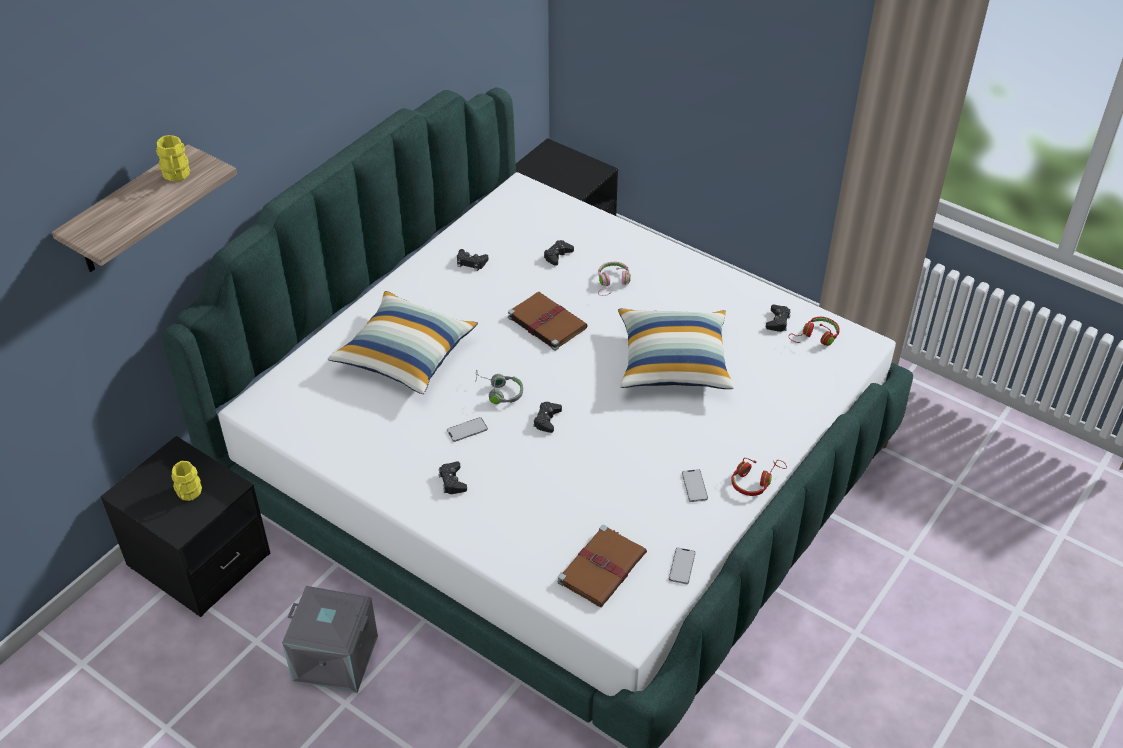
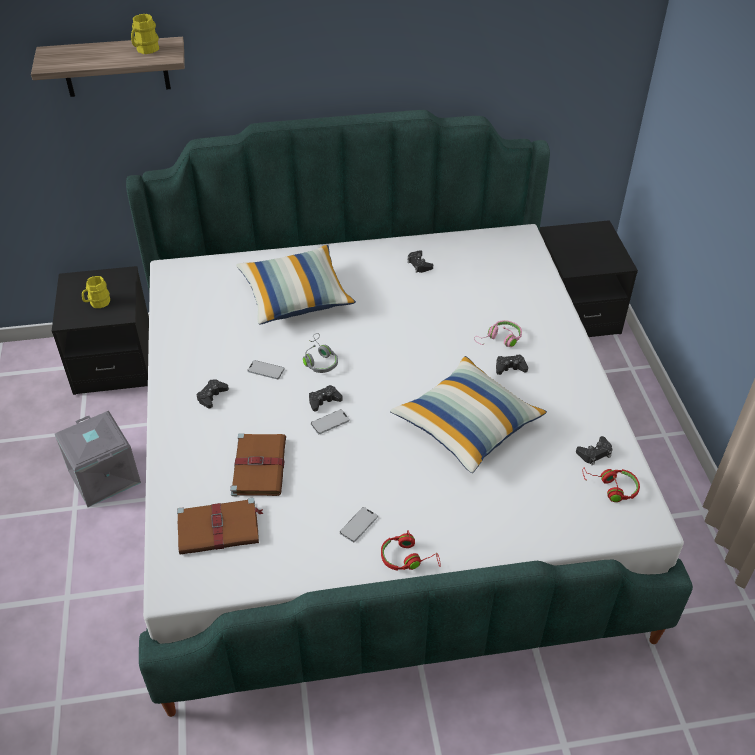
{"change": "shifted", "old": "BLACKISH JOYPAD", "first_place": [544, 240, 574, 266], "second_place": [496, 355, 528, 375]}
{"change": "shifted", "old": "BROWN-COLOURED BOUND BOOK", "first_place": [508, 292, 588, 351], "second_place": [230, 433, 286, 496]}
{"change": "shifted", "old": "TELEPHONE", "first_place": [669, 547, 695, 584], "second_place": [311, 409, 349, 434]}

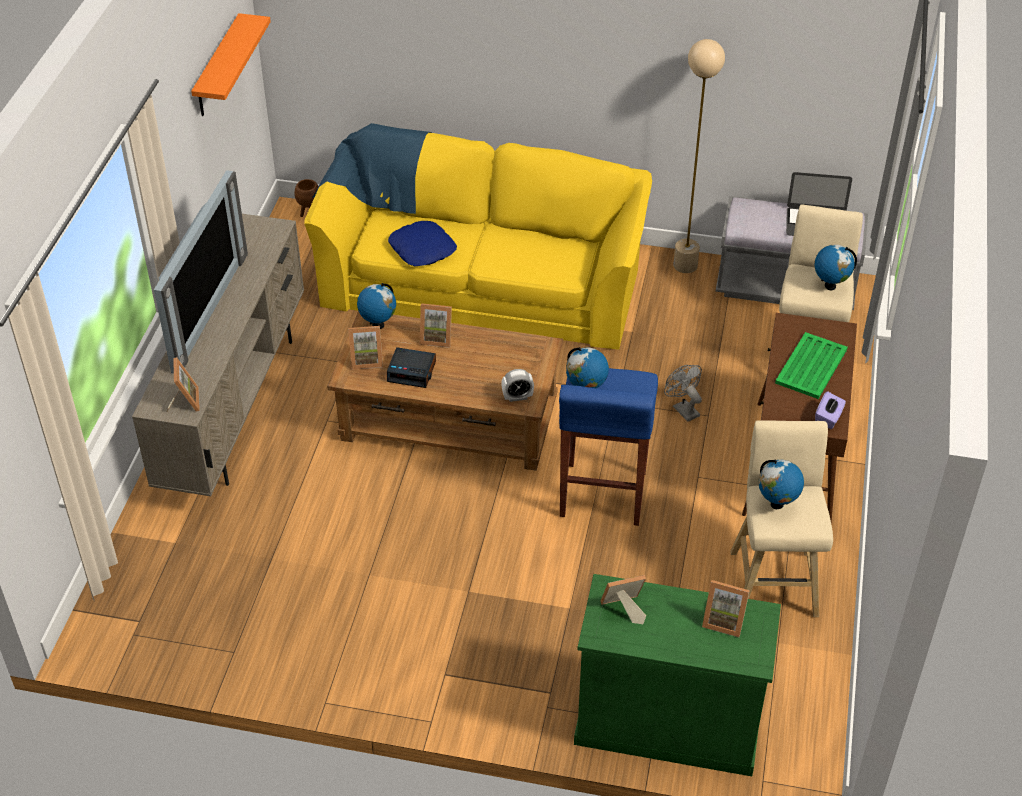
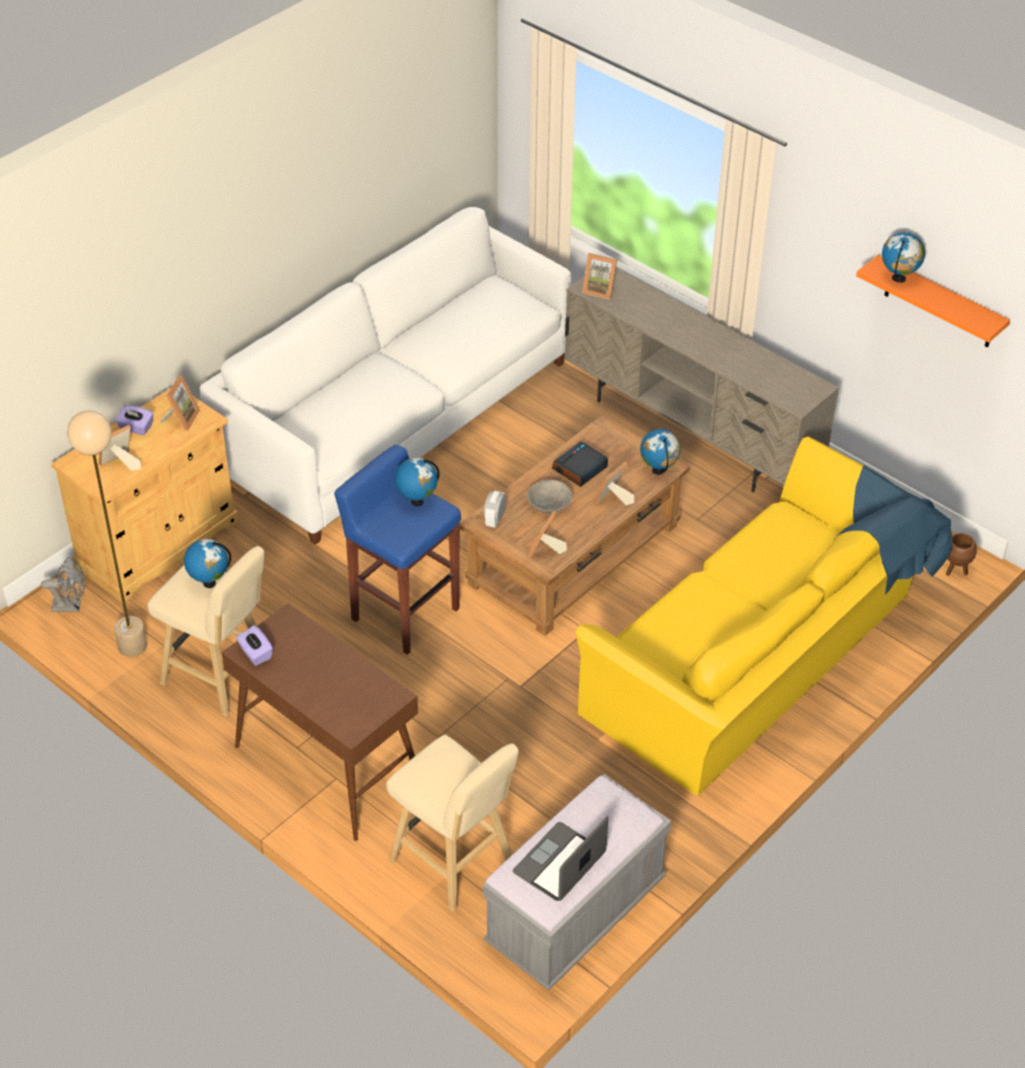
{"change": "shifted", "old": "BEIGE-COLOURED STANDARD LAMP", "first_place": [673, 39, 725, 273], "second_place": [67, 410, 147, 657]}
{"change": "gone", "old": "TV", "first_place": [154, 170, 248, 374]}
{"change": "gone", "old": "BLUISH PILLOW", "first_place": [388, 221, 457, 266]}
{"change": "shifted", "old": "GLOBE", "first_place": [815, 244, 857, 290], "second_place": [882, 232, 925, 283]}
{"change": "shifted", "old": "PHOTO FRAME", "first_place": [348, 326, 383, 370], "second_place": [526, 510, 567, 559]}
{"change": "gone", "old": "GREEN TRAY", "first_place": [775, 332, 848, 399]}
{"change": "shifted", "old": "GRAY ELECTRIC FAN", "first_place": [664, 365, 702, 422], "second_place": [41, 557, 85, 612]}
{"change": "repainted", "old": "GREEN STORAGE CABINET", "new": "BEIGE-COLOURED STORAGE CABINET", "first_place": [574, 574, 781, 776], "second_place": [51, 388, 239, 602]}
{"change": "new", "new": "WHITE SETTEE", "second_place": [200, 207, 571, 545]}
{"change": "new", "new": "PURPLE-COLOURED BOX OF TISSUES", "second_place": [115, 405, 154, 435]}
{"change": "new", "new": "GRAY DEEP DISH", "second_place": [527, 480, 572, 513]}

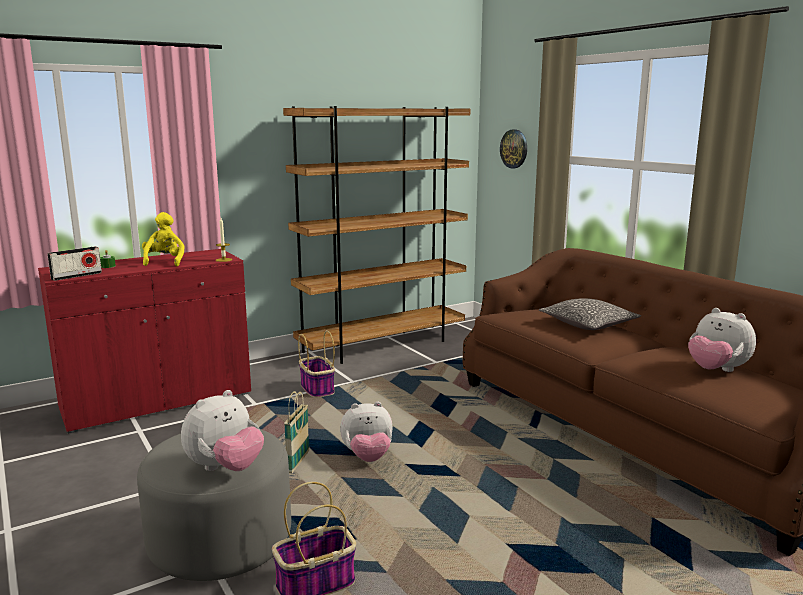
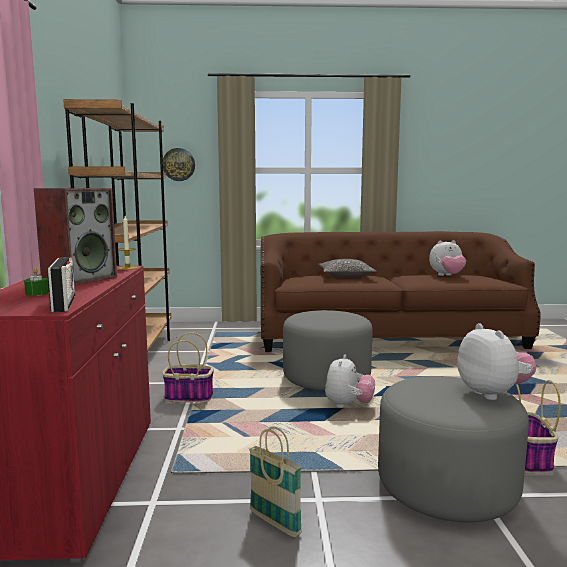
{"change": "swapped", "old": "YELLOWISH CUDDLY TOY", "new": "SPEAKER", "first_place": [142, 212, 185, 266], "second_place": [34, 188, 117, 286]}
{"change": "shifted", "old": "HOUSEHOLD BASKET", "first_place": [284, 391, 310, 473], "second_place": [249, 427, 302, 537]}
{"change": "new", "new": "GRAY FOOTREST", "second_place": [283, 310, 373, 391]}

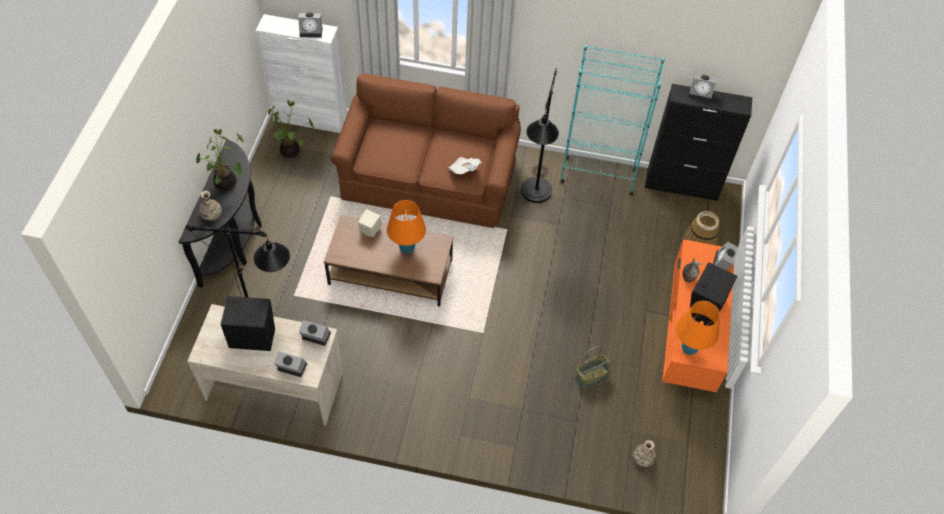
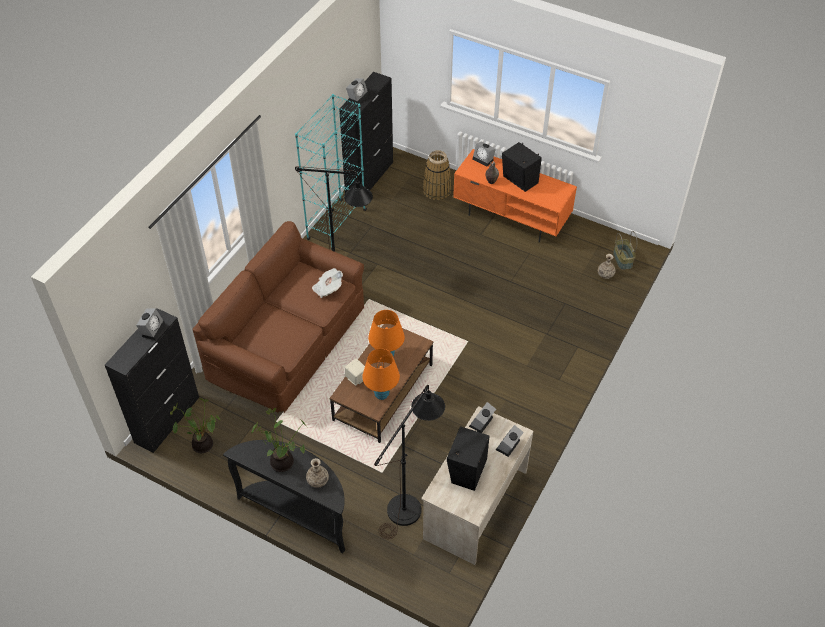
{"change": "repainted", "old": "WHITE STORAGE CABINET", "new": "BLACKISH STORAGE CABINET", "first_place": [256, 14, 347, 133], "second_place": [105, 308, 199, 453]}
{"change": "shifted", "old": "ORANGE-COLOURED LAMP FOR A TABLE", "first_place": [676, 301, 720, 355], "second_place": [362, 348, 400, 400]}
{"change": "shifted", "old": "HOUSEHOLD BASKET", "first_place": [575, 346, 612, 389], "second_place": [613, 231, 637, 270]}

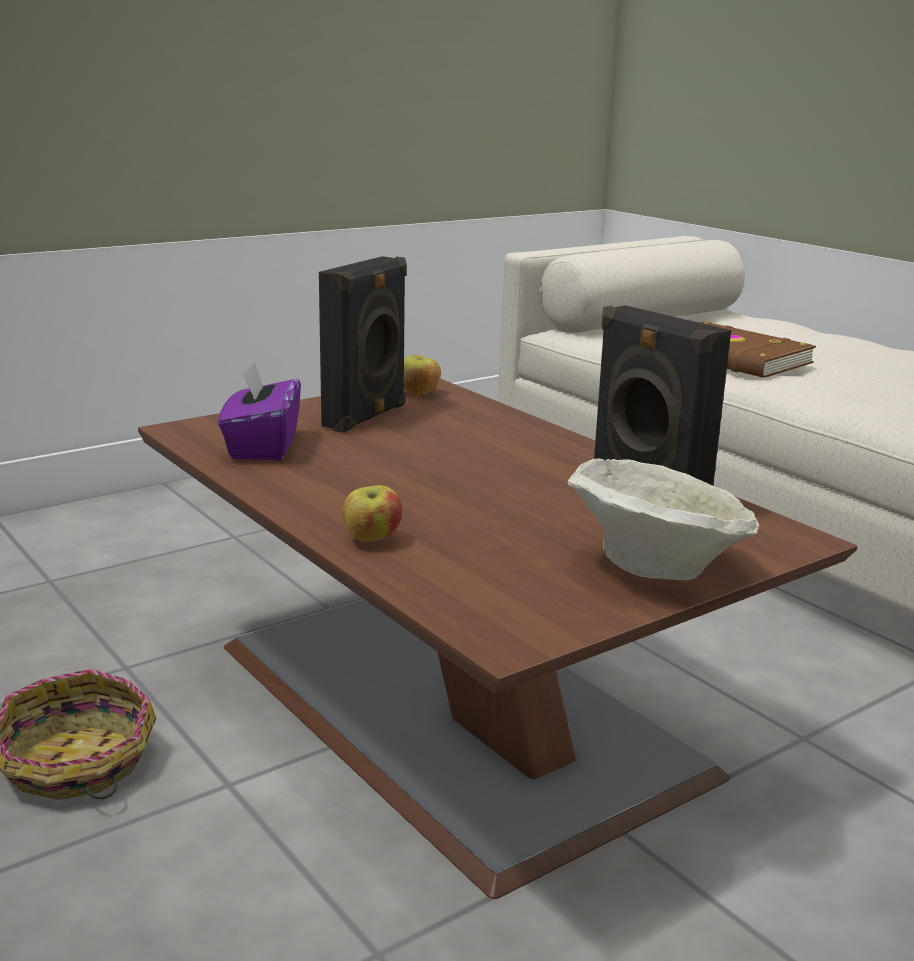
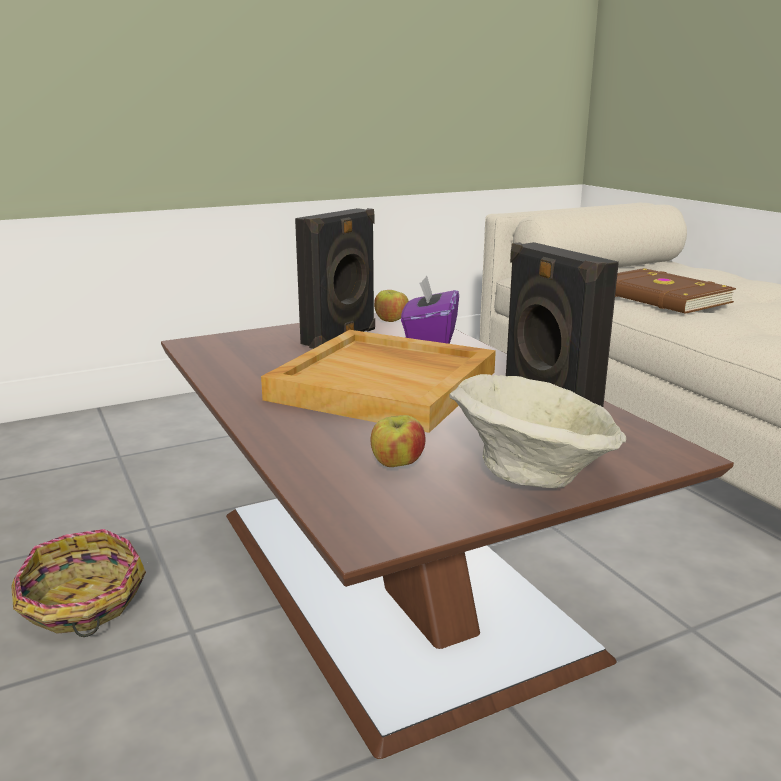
{"change": "shifted", "old": "PURPLE-COLOURED BOX OF TISSUES", "first_place": [218, 361, 301, 460], "second_place": [401, 275, 459, 344]}
{"change": "shifted", "old": "APPLE FRUIT", "first_place": [343, 485, 402, 542], "second_place": [371, 415, 425, 467]}
{"change": "new", "new": "BEIGE-COLOURED TRAY", "second_place": [261, 330, 496, 433]}

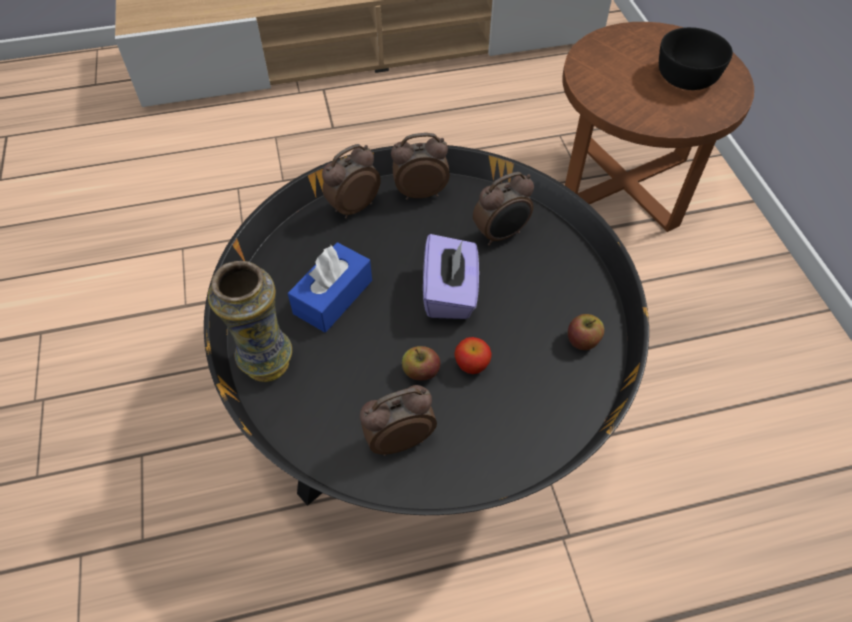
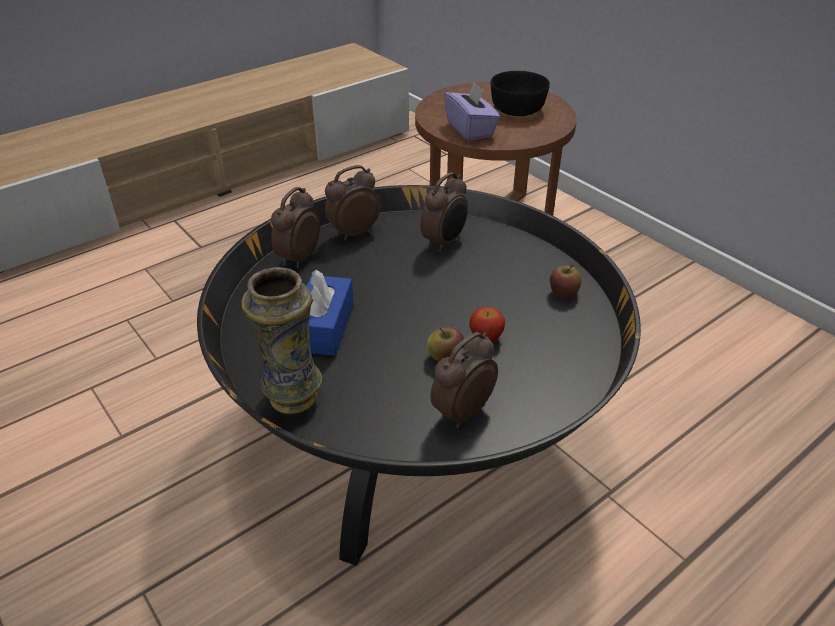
{"change": "shifted", "old": "PURPLE-COLOURED BOX OF TISSUES", "first_place": [423, 234, 479, 319], "second_place": [444, 82, 500, 141]}

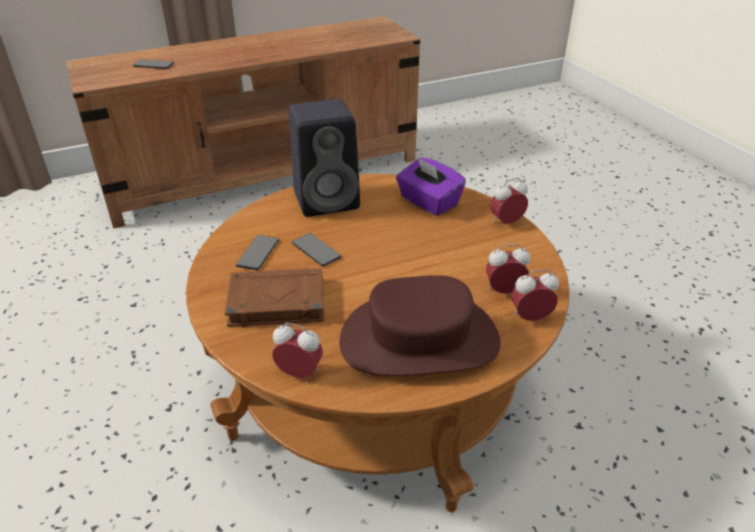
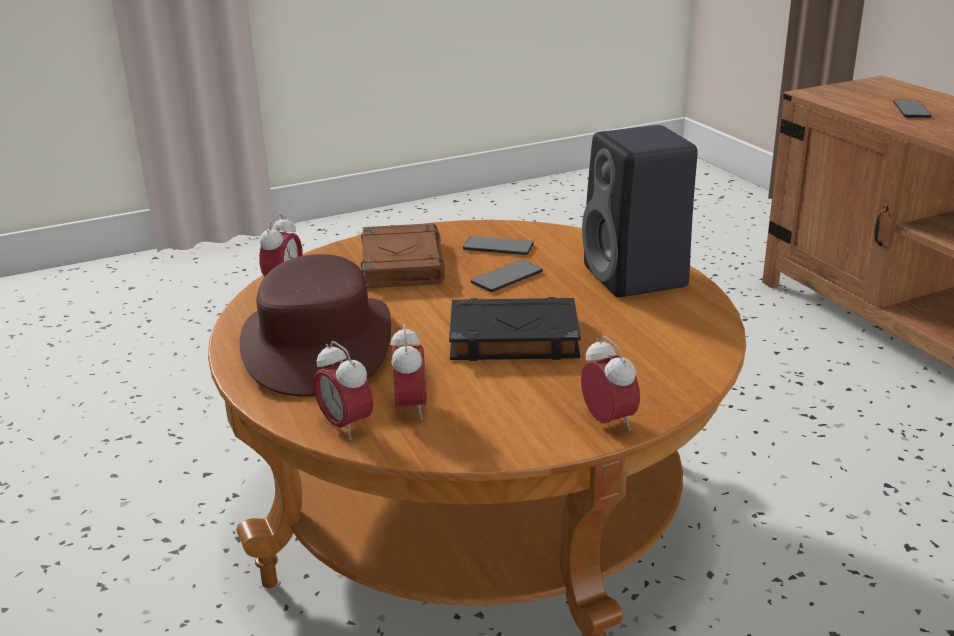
{"change": "gone", "old": "PURPLE-COLOURED BOX OF TISSUES", "first_place": [396, 157, 466, 216]}
{"change": "rotated", "old": "BEDSIDE CLOCK", "first_place": [511, 270, 559, 321], "second_place": [314, 341, 373, 440], "degrees": 150}
{"change": "new", "new": "BLACKISH BOUND BOOK", "second_place": [449, 297, 581, 361]}

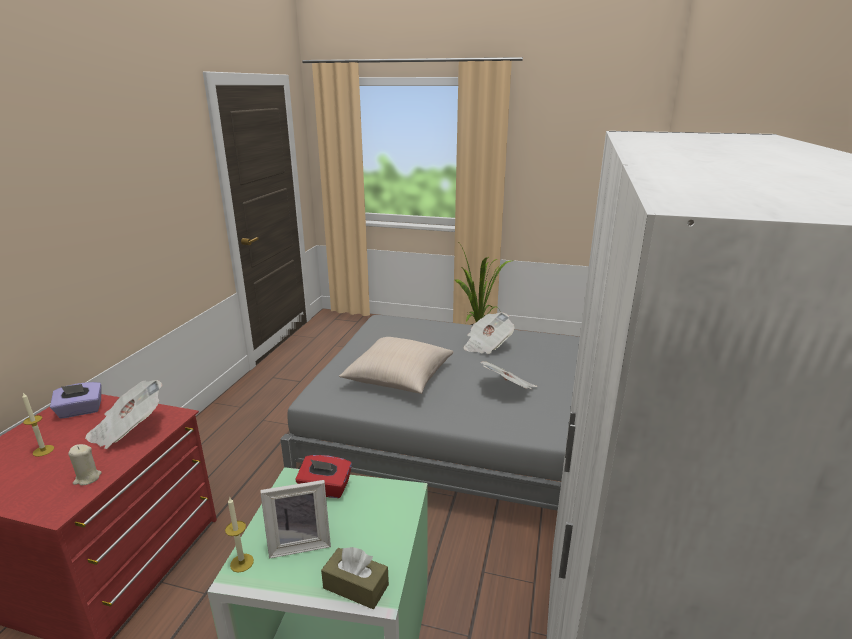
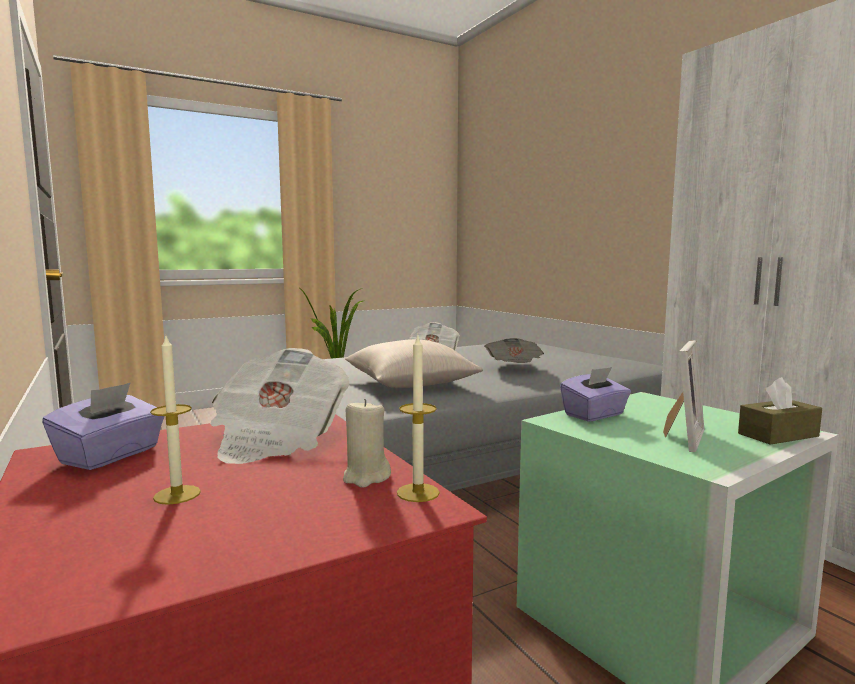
{"change": "repainted", "old": "RED BOX OF TISSUES", "new": "PURPLE-COLOURED BOX OF TISSUES", "first_place": [295, 455, 352, 498], "second_place": [560, 367, 631, 422]}
{"change": "shifted", "old": "CANDLE", "first_place": [225, 498, 254, 572], "second_place": [397, 333, 440, 502]}

